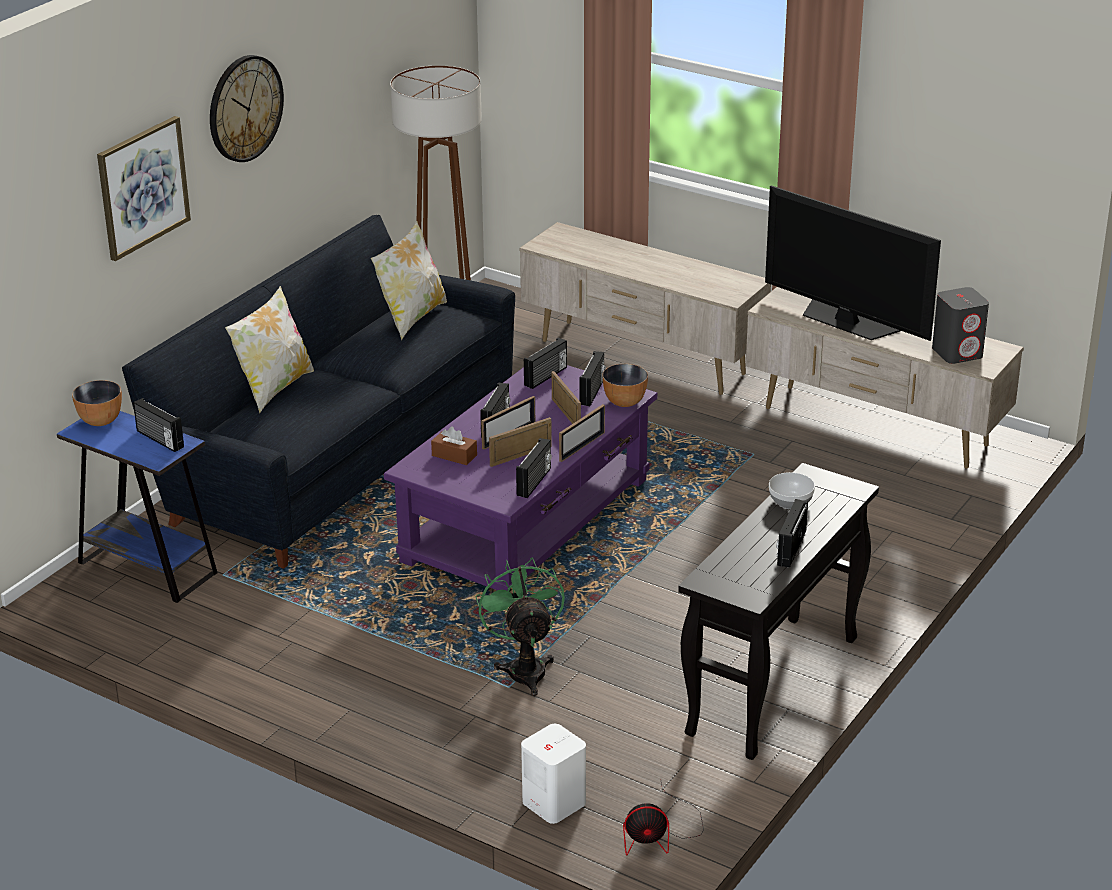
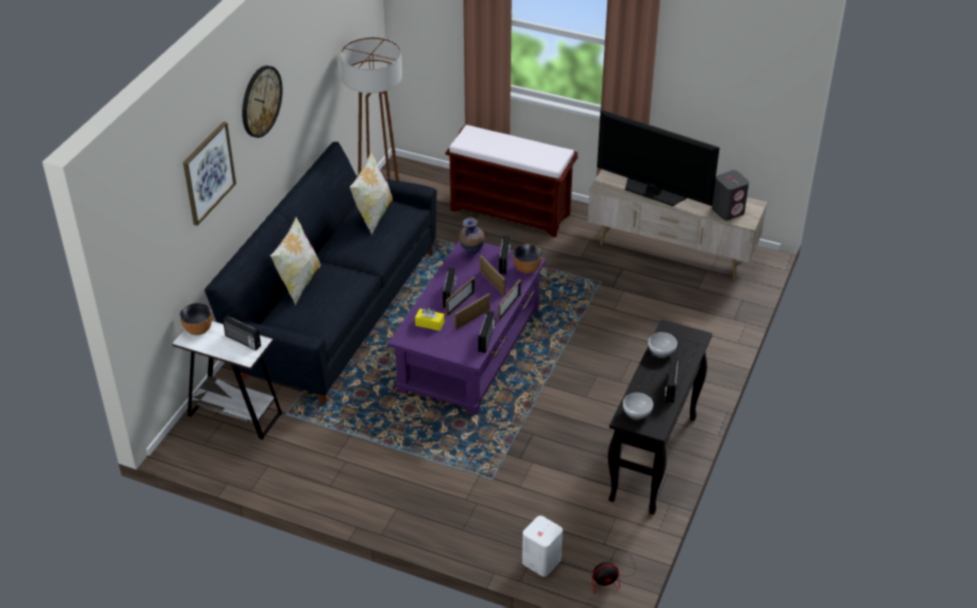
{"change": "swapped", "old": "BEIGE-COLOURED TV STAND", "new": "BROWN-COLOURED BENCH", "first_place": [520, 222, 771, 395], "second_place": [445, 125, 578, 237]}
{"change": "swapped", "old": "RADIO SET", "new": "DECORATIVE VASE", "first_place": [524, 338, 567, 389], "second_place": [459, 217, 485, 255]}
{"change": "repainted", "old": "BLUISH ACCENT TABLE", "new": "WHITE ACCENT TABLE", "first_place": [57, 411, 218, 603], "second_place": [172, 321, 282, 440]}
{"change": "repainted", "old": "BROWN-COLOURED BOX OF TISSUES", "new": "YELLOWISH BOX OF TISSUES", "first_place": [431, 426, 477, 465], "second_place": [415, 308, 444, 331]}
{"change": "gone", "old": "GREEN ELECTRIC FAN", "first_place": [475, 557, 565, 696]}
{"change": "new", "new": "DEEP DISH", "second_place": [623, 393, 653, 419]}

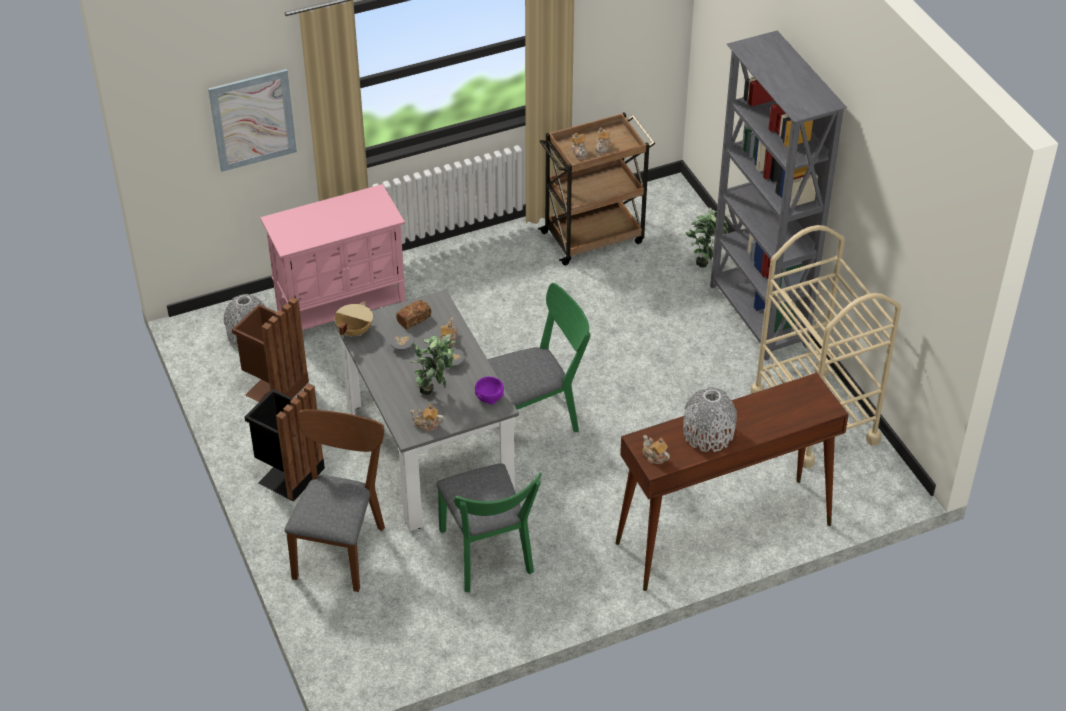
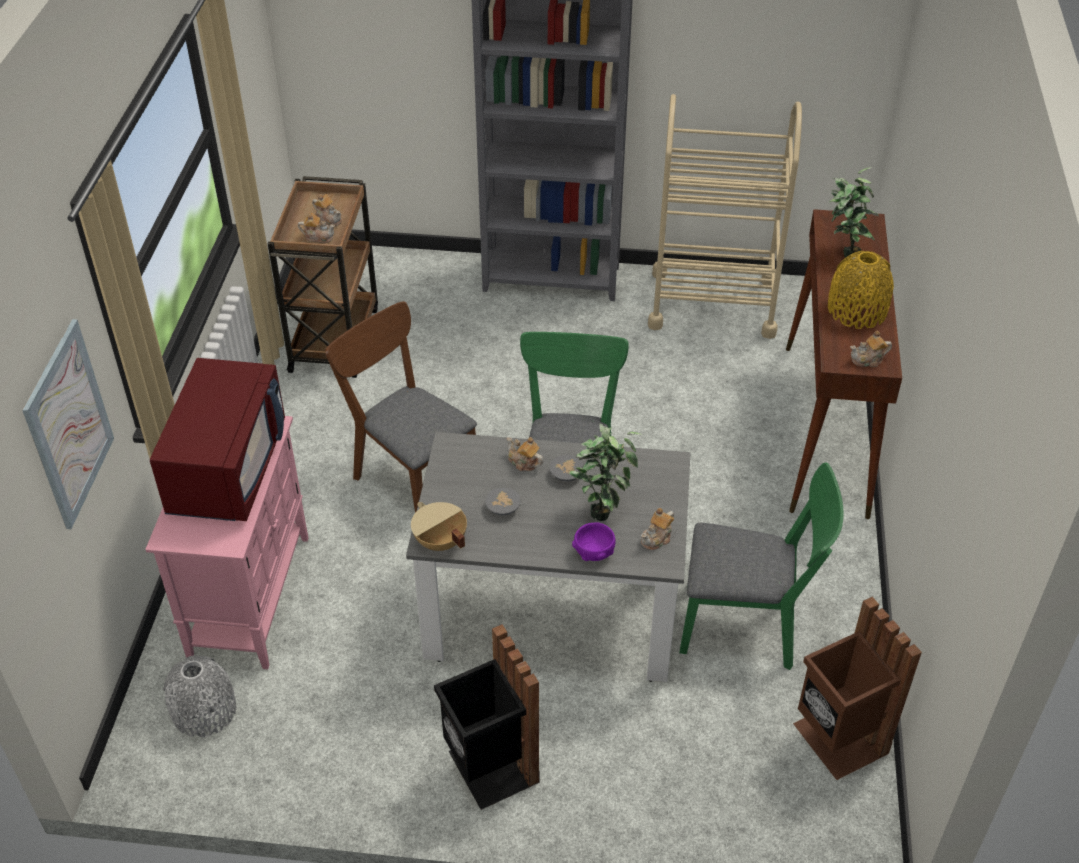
{"change": "shifted", "old": "PLANT IN A POT", "first_place": [686, 207, 731, 268], "second_place": [829, 167, 879, 258]}
{"change": "shifted", "old": "BROWN-COLOURED WASTE BIN", "first_place": [232, 297, 309, 402], "second_place": [793, 597, 922, 780]}
{"change": "gone", "old": "BAKERY BREAD", "first_place": [396, 300, 431, 330]}
{"change": "shifted", "old": "PURPLE-COLOURED DEEP DISH", "first_place": [475, 377, 504, 405], "second_place": [572, 523, 616, 561]}
{"change": "repainted", "old": "GRAY DECORATIVE VASE", "new": "YELLOWISH DECORATIVE VASE", "first_place": [683, 387, 737, 452], "second_place": [828, 251, 894, 329]}
{"change": "shifted", "old": "BROWN-COLOURED PLAIN CHAIR", "first_place": [284, 409, 385, 592], "second_place": [325, 301, 477, 513]}
{"change": "new", "new": "RED MICROWAVE OVEN", "second_place": [150, 358, 285, 521]}

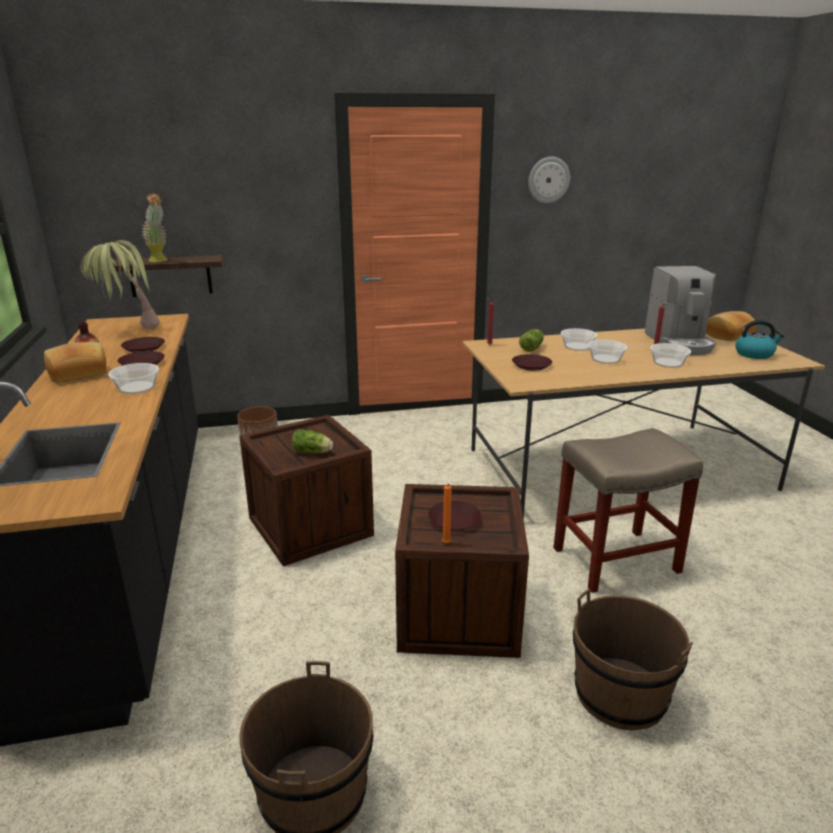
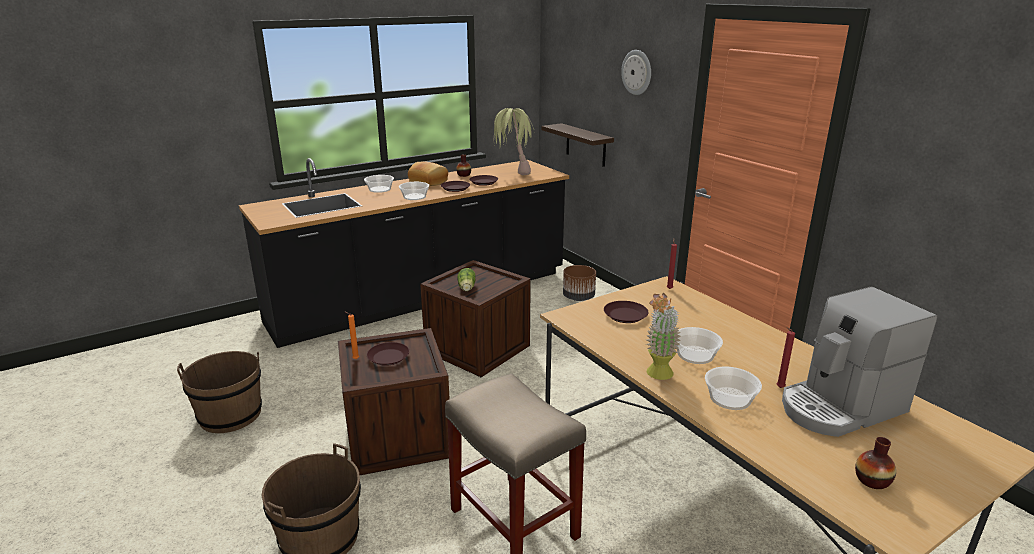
{"change": "shifted", "old": "CLOCK ON THE WALL", "first_place": [528, 157, 570, 203], "second_place": [621, 50, 651, 95]}
{"change": "shifted", "old": "PLANT IN A POT", "first_place": [142, 193, 168, 262], "second_place": [646, 293, 681, 380]}
{"change": "gone", "old": "BAKERY BREAD", "first_place": [706, 311, 757, 341]}
{"change": "swapped", "old": "WATER KETTLE", "new": "DECORATIVE VASE", "first_place": [735, 320, 784, 359], "second_place": [855, 437, 896, 489]}
{"change": "shifted", "old": "DEEP DISH", "first_place": [561, 328, 598, 351], "second_place": [364, 175, 394, 193]}
{"change": "gone", "old": "LETTUCE", "first_place": [519, 329, 544, 352]}

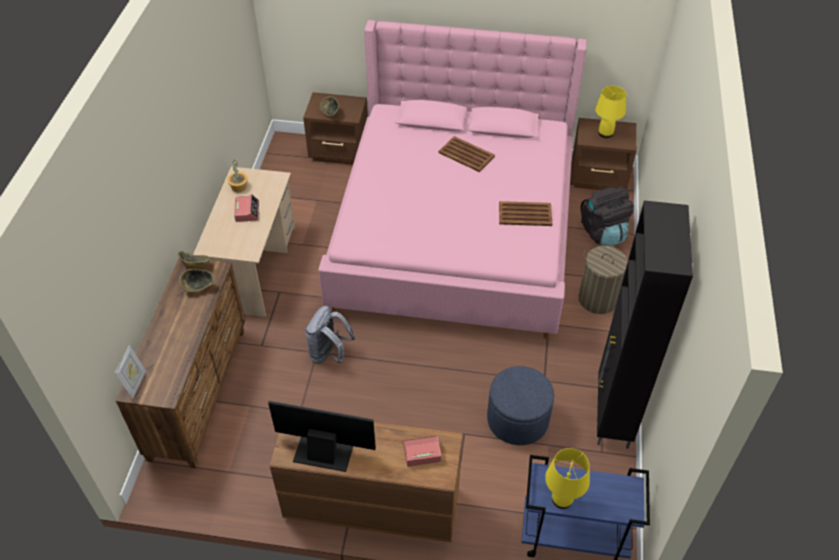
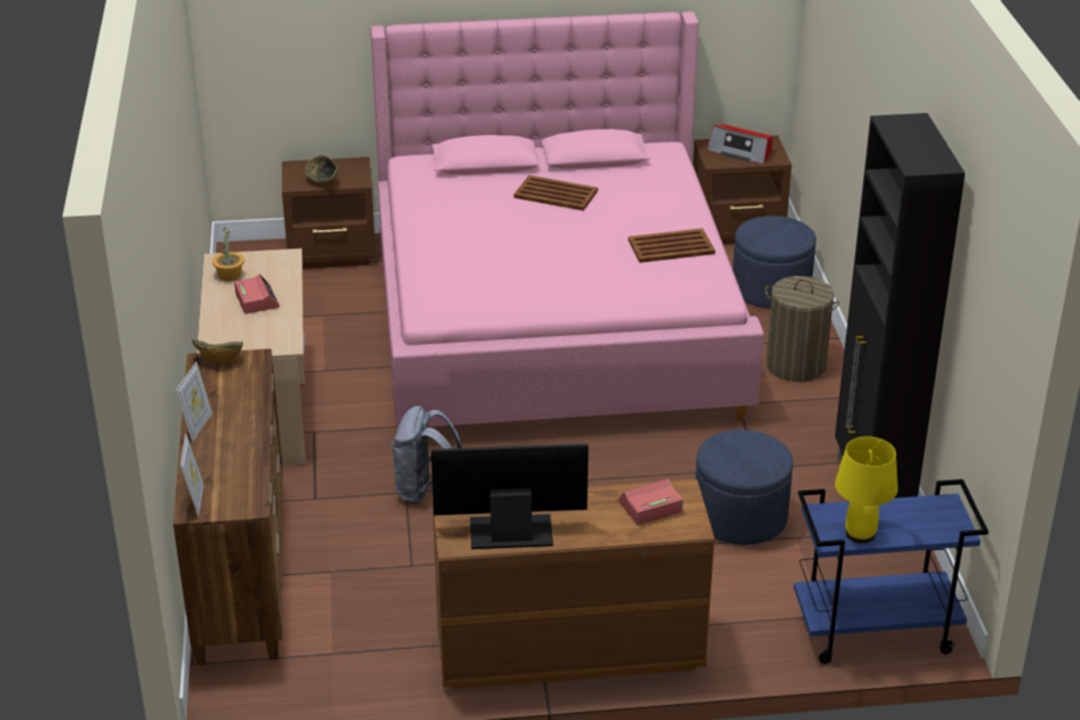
{"change": "swapped", "old": "YELLOWISH LAMP FOR A TABLE", "new": "RADIO SET", "first_place": [595, 86, 626, 138], "second_place": [707, 124, 773, 164]}
{"change": "swapped", "old": "BLACKISH KNAPSACK", "new": "BLUISH FOOTREST", "first_place": [580, 187, 634, 246], "second_place": [733, 216, 816, 309]}
{"change": "gone", "old": "DEEP DISH", "first_place": [179, 269, 214, 292]}
{"change": "new", "new": "PHOTO FRAME", "second_place": [176, 362, 212, 442]}

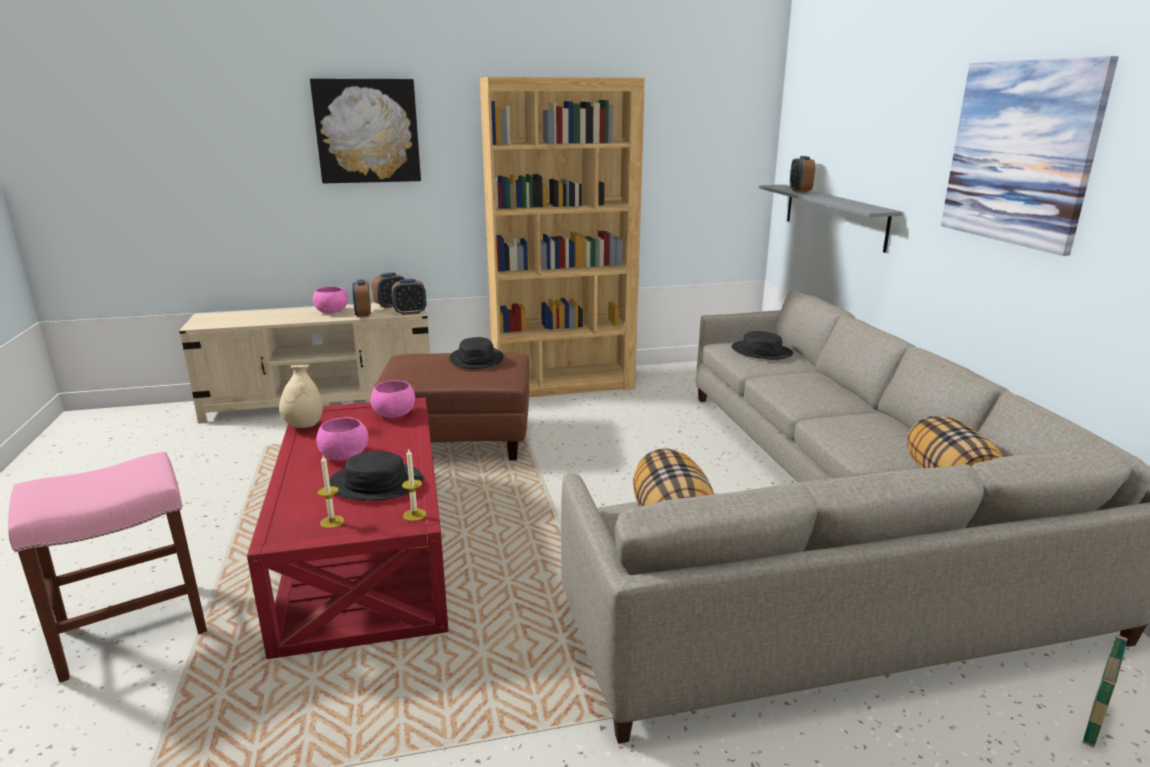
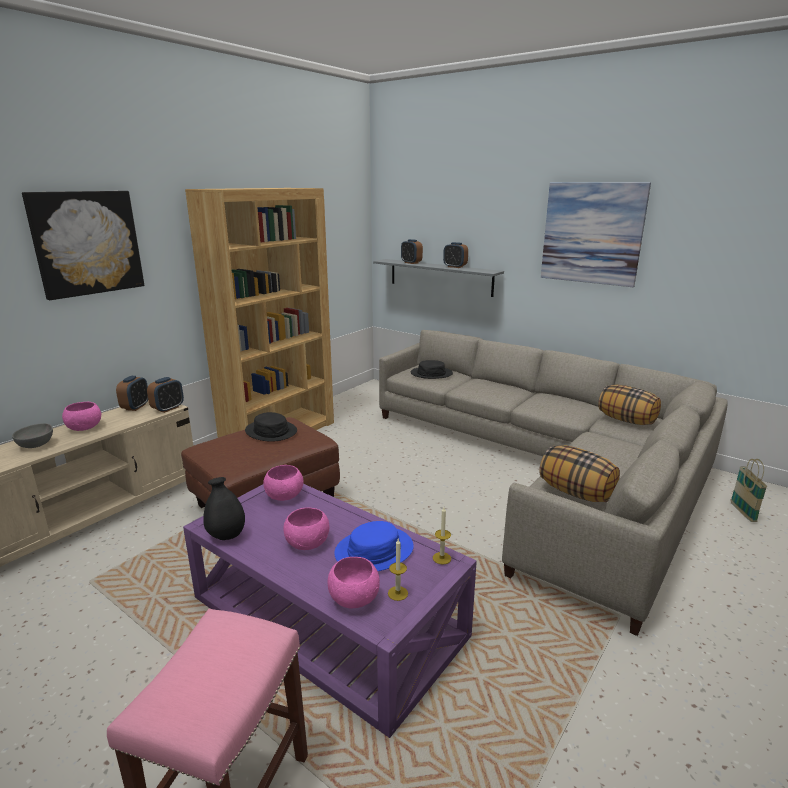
{"change": "shifted", "old": "BEDSIDE CLOCK", "first_place": [352, 279, 371, 317], "second_place": [443, 242, 468, 268]}
{"change": "repainted", "old": "BEIGE-COLOURED DECORATIVE VASE", "new": "BLACKISH DECORATIVE VASE", "first_place": [279, 365, 323, 428], "second_place": [203, 477, 245, 540]}
{"change": "repainted", "old": "RED LOW TABLE", "new": "PURPLE-COLOURED LOW TABLE", "first_place": [247, 398, 449, 659], "second_place": [183, 484, 477, 738]}
{"change": "repainted", "old": "BLACKISH HAT", "new": "BLUISH HAT", "first_place": [329, 451, 423, 501], "second_place": [334, 521, 414, 571]}
{"change": "new", "new": "GRAY DEEP DISH", "second_place": [12, 423, 53, 448]}
{"change": "new", "new": "PINKISH DEEP DISH", "second_place": [328, 557, 380, 608]}

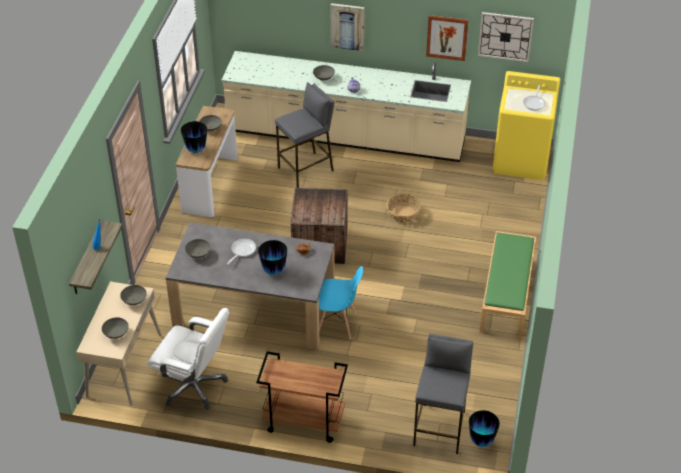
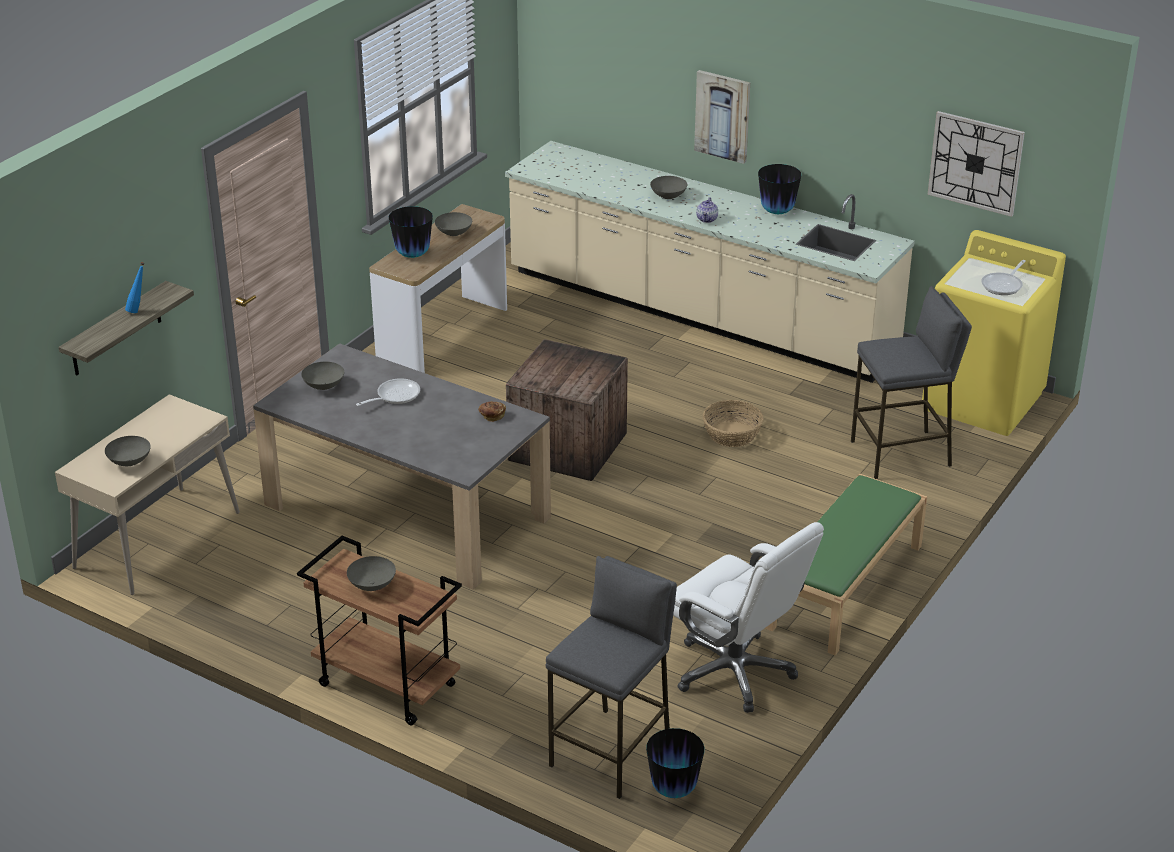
{"change": "gone", "old": "PICTURE", "first_place": [426, 15, 469, 61]}
{"change": "shifted", "old": "GRAY SITTING STOOL", "first_place": [275, 82, 334, 188], "second_place": [851, 286, 972, 479]}
{"change": "shifted", "old": "DECORATIVE VASE", "first_place": [258, 240, 287, 275], "second_place": [758, 164, 801, 214]}
{"change": "gone", "old": "BLUISH PLAIN CHAIR", "first_place": [319, 266, 363, 339]}
{"change": "shifted", "old": "GRAY DEEP DISH", "first_place": [120, 285, 147, 305], "second_place": [347, 556, 396, 591]}
{"change": "shifted", "old": "WHITE DESK CHAIR", "first_place": [147, 308, 229, 409], "second_place": [673, 522, 824, 713]}

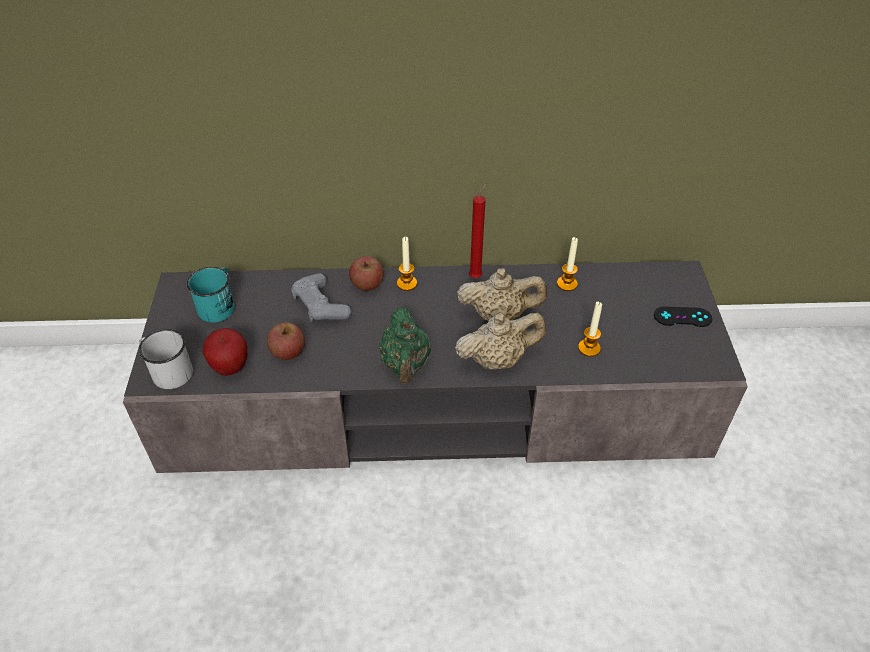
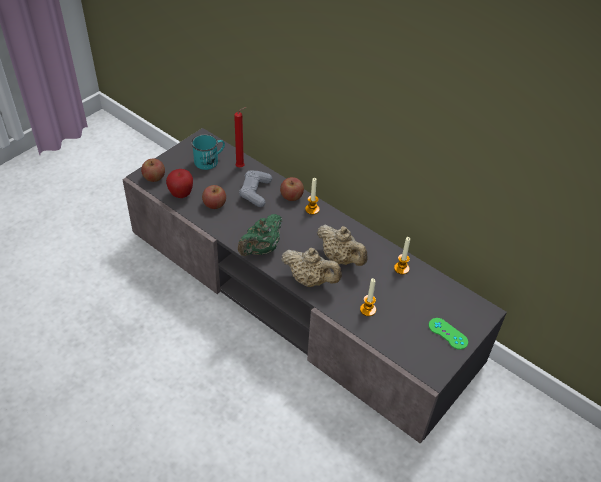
{"change": "shifted", "old": "RED CANDLE", "first_place": [469, 183, 487, 278], "second_place": [234, 107, 246, 167]}
{"change": "repainted", "old": "BLACKISH JOYPAD", "new": "GREEN JOYPAD", "first_place": [654, 306, 712, 327], "second_place": [429, 318, 468, 350]}
{"change": "swapped", "old": "WHITE COFFEE MUG", "new": "APPLE FRUIT", "first_place": [139, 329, 193, 389], "second_place": [141, 159, 165, 182]}

